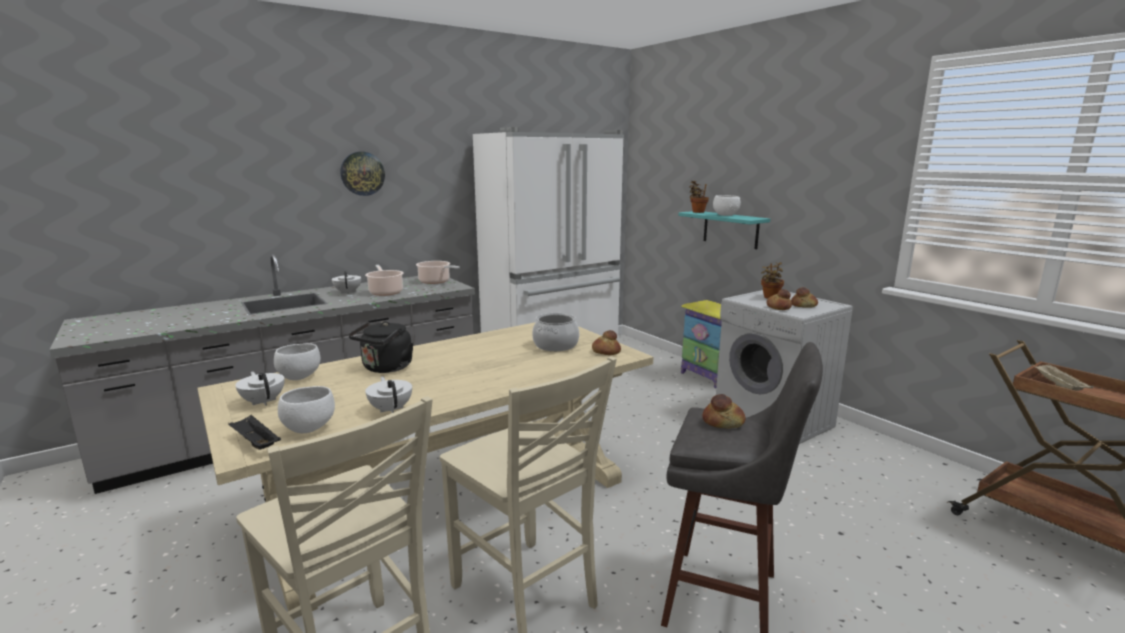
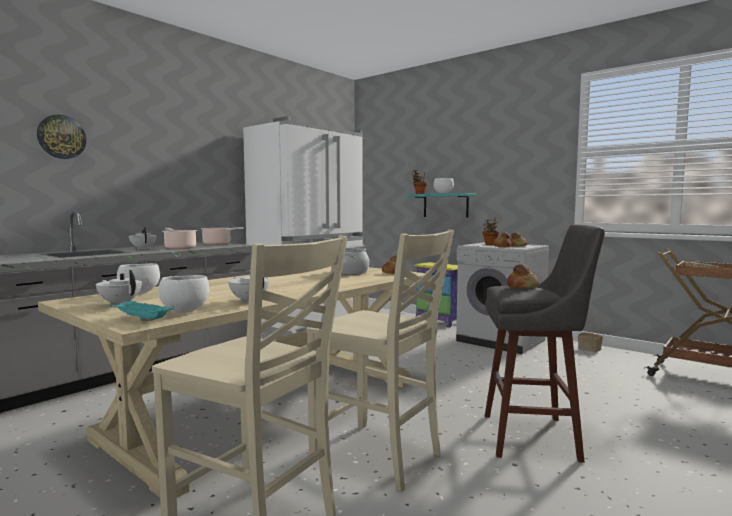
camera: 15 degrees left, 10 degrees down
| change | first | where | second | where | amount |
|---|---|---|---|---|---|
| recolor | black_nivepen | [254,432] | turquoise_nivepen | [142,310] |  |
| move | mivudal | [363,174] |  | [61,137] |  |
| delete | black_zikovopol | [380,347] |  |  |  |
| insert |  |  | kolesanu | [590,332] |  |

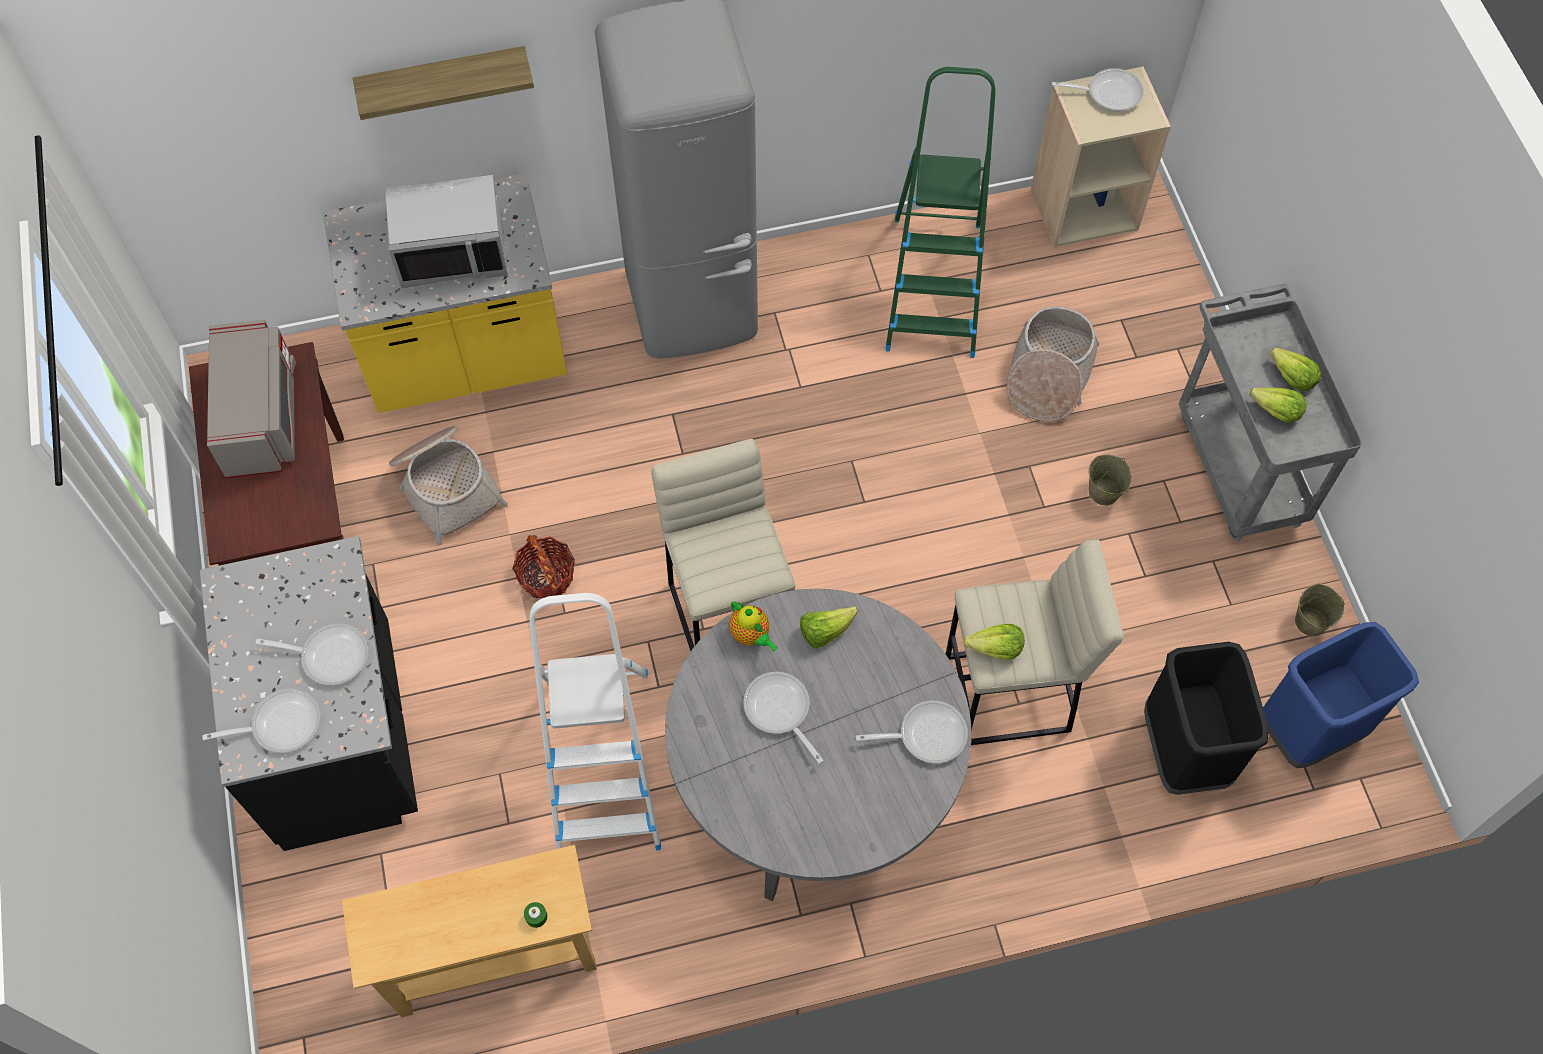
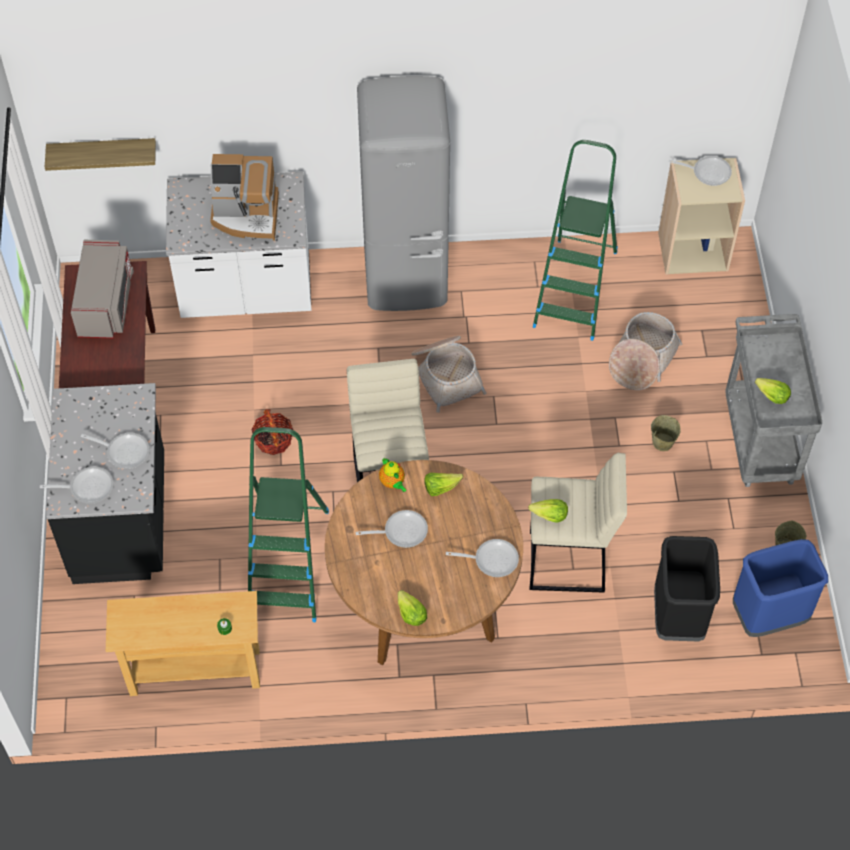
camera: 10 degrees right, 5 degrees down
| change | first | where | second | where | amount |
|---|---|---|---|---|---|
| recolor | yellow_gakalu | [445,293] | white_gakalu | [239,245] |  |
| move | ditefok | [443,83] |  | [100,154] |  |
| replace | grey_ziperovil | [446,232] | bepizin | [244,197] |  |
| move | kolesanu | [448,486] |  | [449,374] |  |
| recolor | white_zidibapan | [595,721] | green_zidibapan | [288,524] |  |
| recolor | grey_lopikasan | [818,745] | brown_lopikasan | [424,562] |  |
| rotate | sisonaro | [783,718] |  | [392,529] | 105 degrees clockwise |
| move | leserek | [1296,369] |  | [412,608] |  |

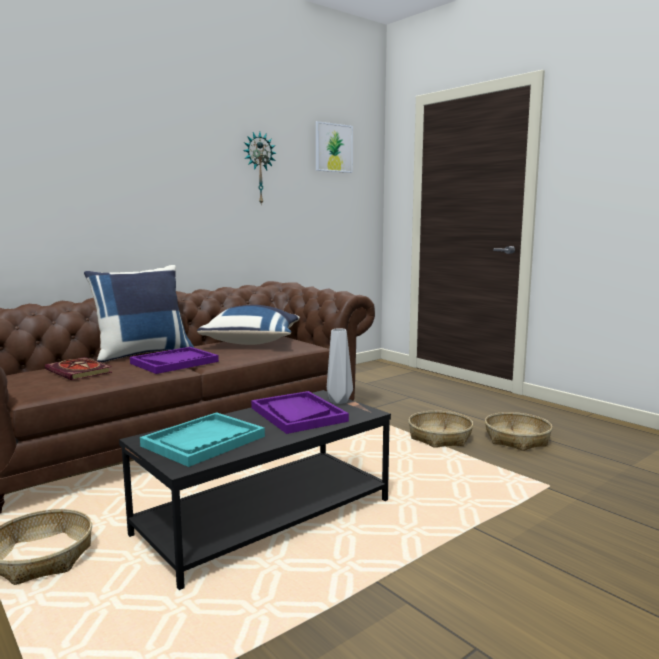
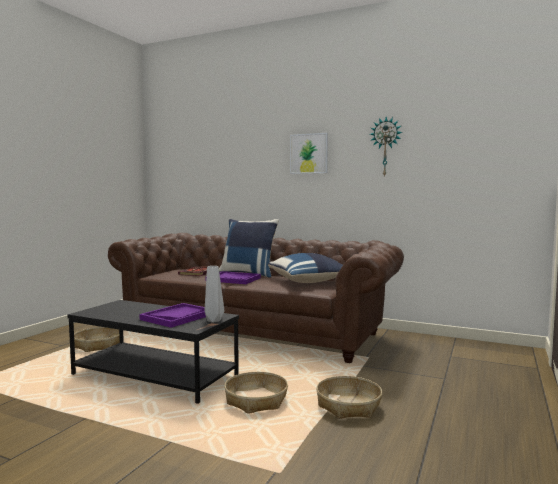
camera: 65 degrees right, 5 degrees down
| change | first | where | second | where | amount |
|---|---|---|---|---|---|
| delete | turquoise_nivepen | [202,439] |  |  |  |
| move | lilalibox | [334,147] |  | [309,153] |  |
| move | kolesanu | [518,431] |  | [256,393] |  |

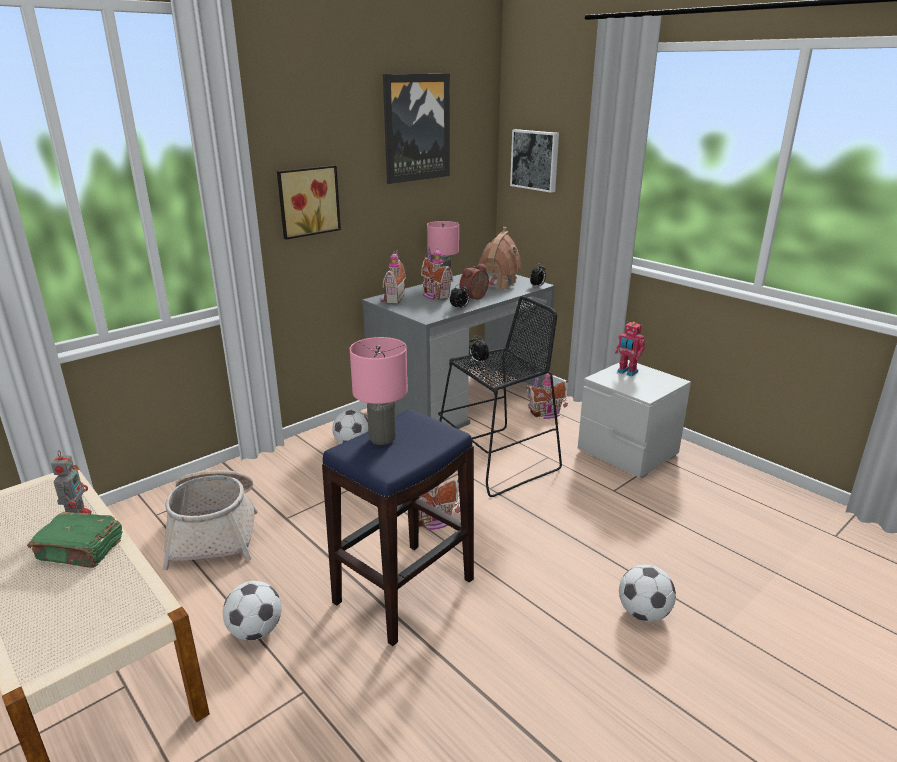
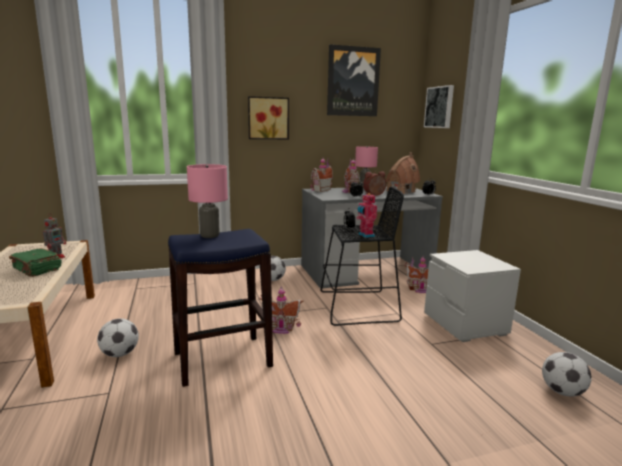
camera: 25 degrees right, 10 degrees down
| change | first | where | second | where | amount |
|---|---|---|---|---|---|
| delete | kolesanu | [210,520] |  |  |  |
| move | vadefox | [630,348] |  | [367,215] |  |
| move | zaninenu | [647,593] |  | [567,374] |  |

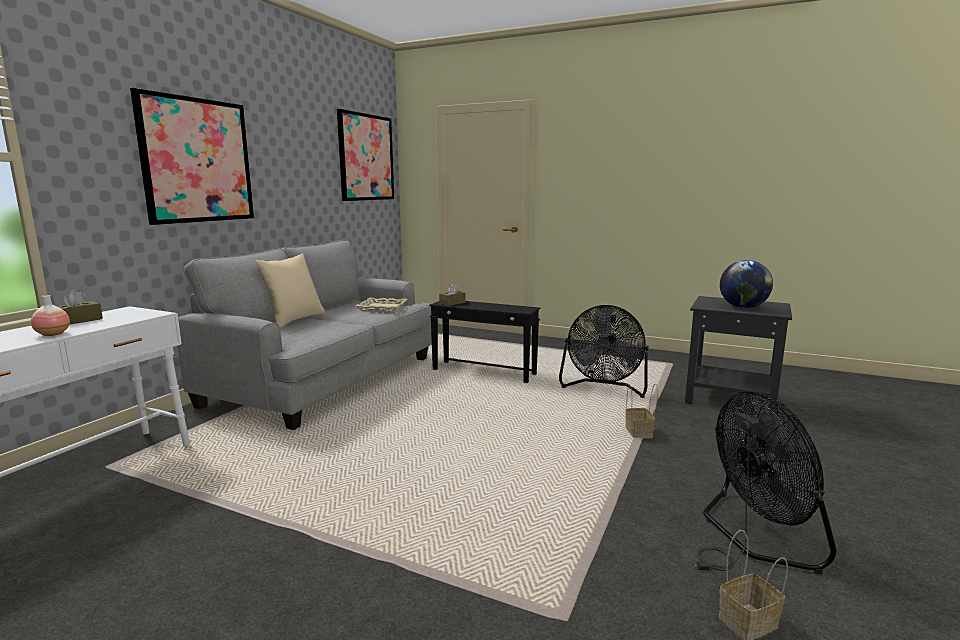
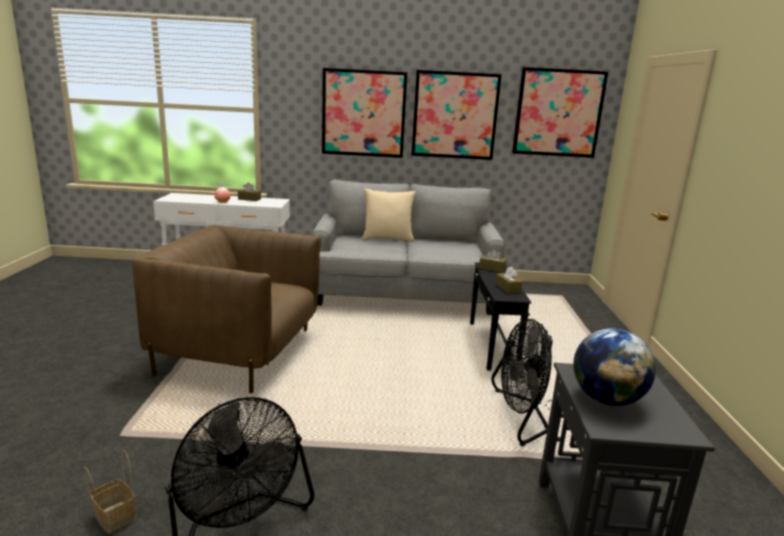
camera: 65 degrees right, 5 degrees up
| change | first | where | second | where | amount |
|---|---|---|---|---|---|
| delete | beige_nivepen | [382,305] |  |  |  |
| delete | kolesanu | [641,411] |  |  |  |
| insert |  |  | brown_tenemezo | [227,309] |  |
| insert |  |  | lilalibox | [456,115] |  |
| insert |  |  | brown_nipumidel | [508,280] |  |

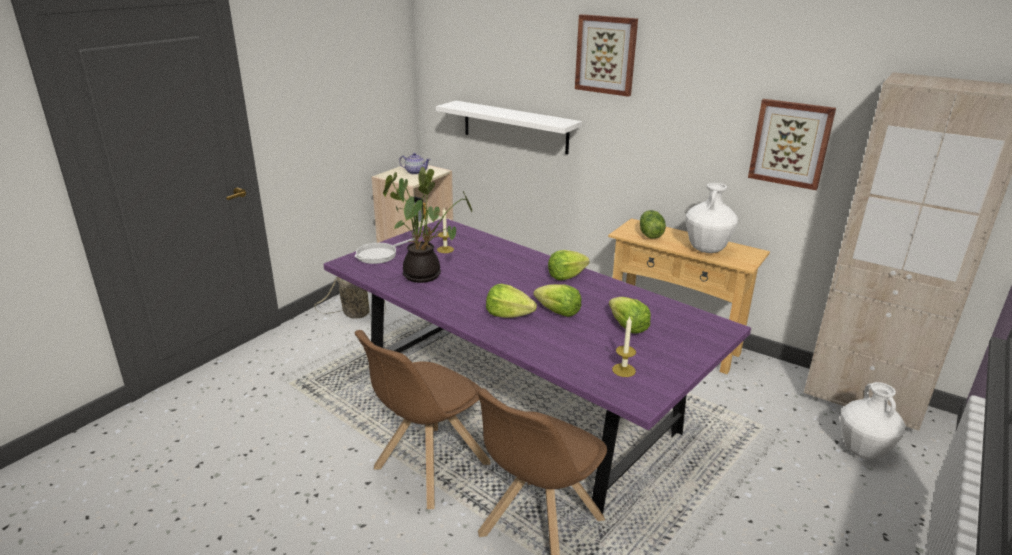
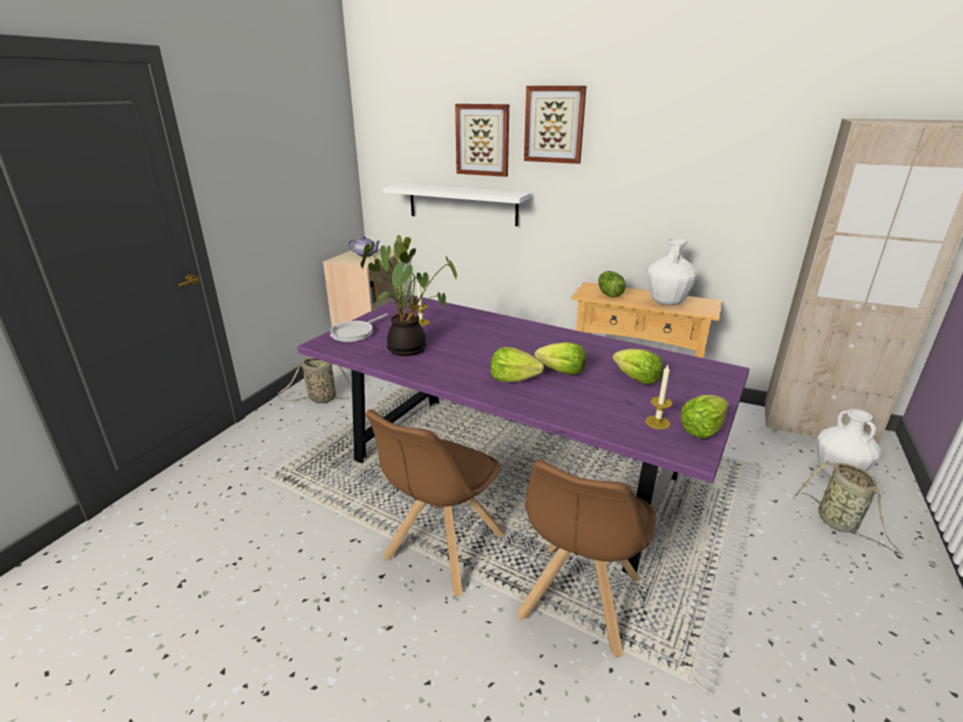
camera: 10 degrees left, 0 degrees up
| change | first | where | second | where | amount |
|---|---|---|---|---|---|
| move | leserek | [569,265] |  | [704,417] |  |
| move | lilalibox | [792,144] |  | [482,140] |  |
| insert |  |  | kolesanu | [848,508] |  |

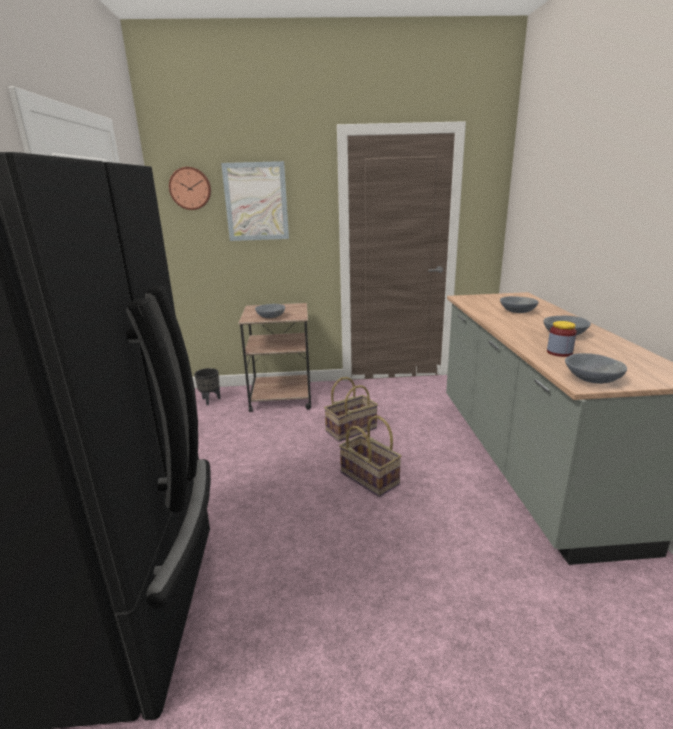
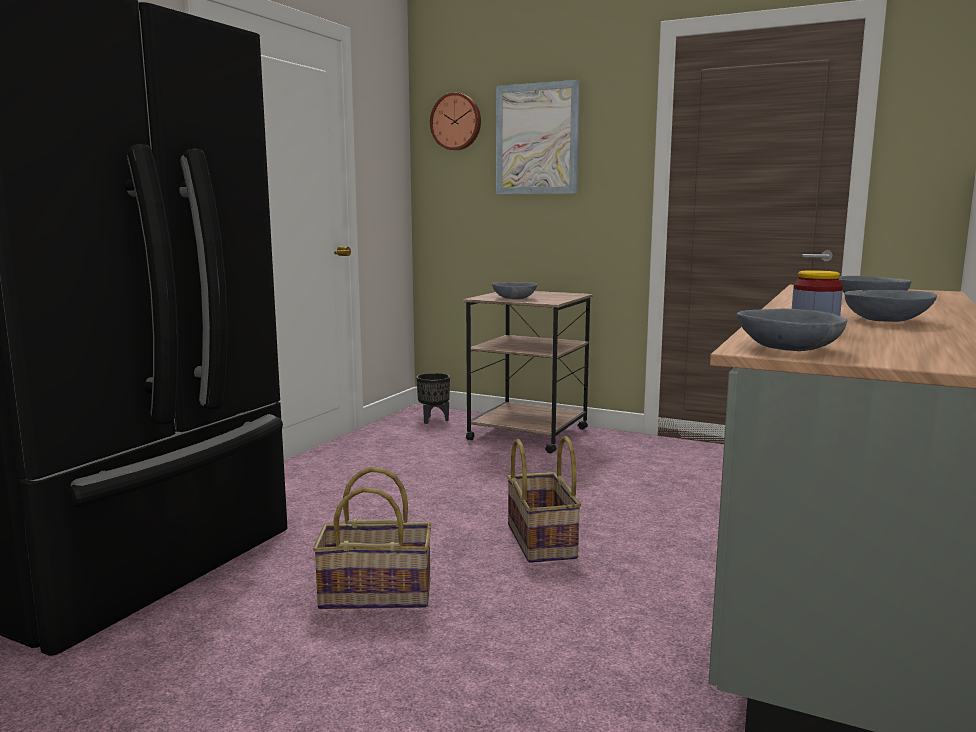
camera: 30 degrees right, 10 degrees down
| change | first | where | second | where | amount |
|---|---|---|---|---|---|
| move | kolesanu | [351,409] |  | [372,538] |  |

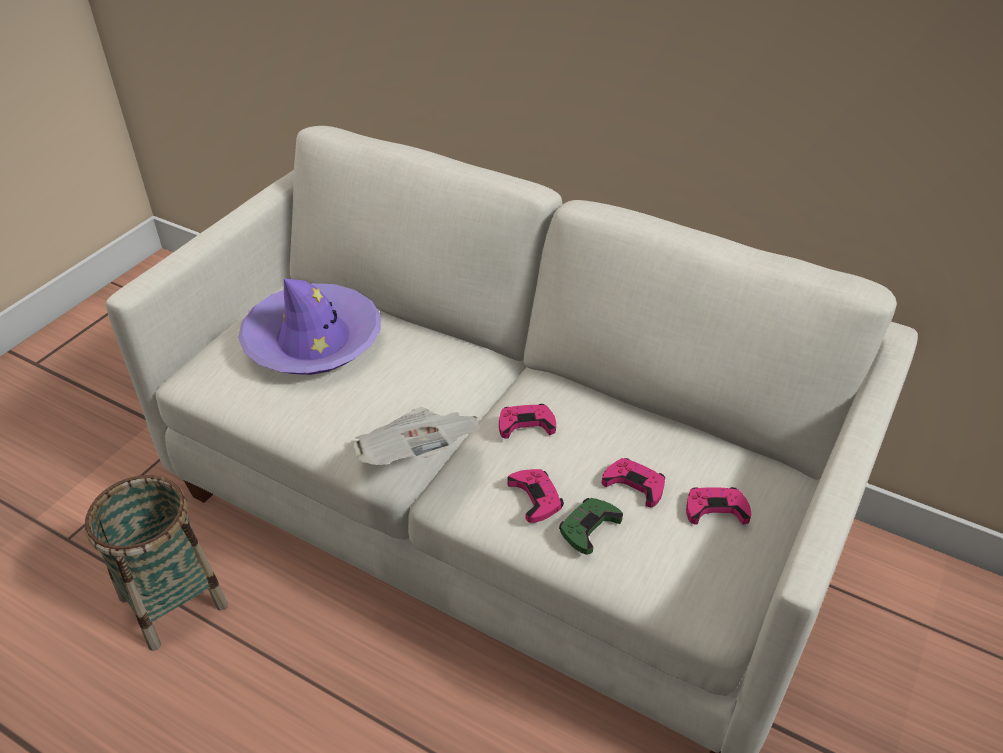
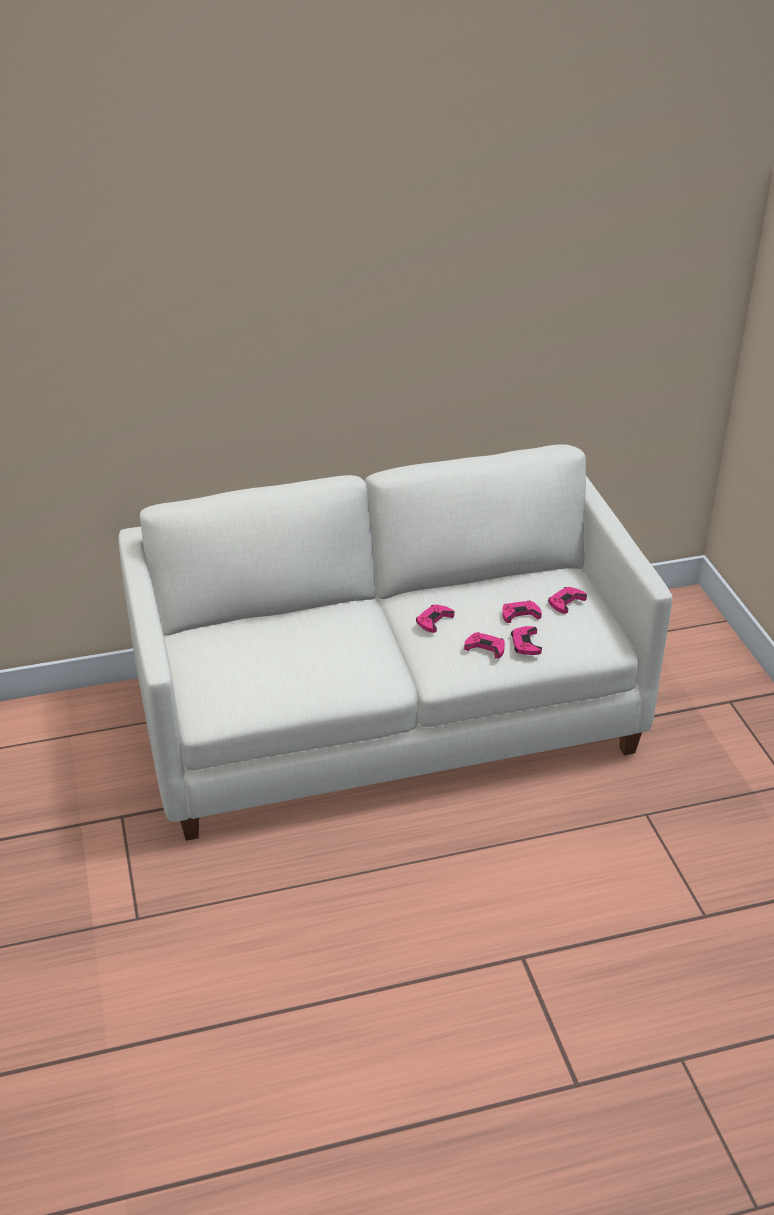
camera: 45 degrees left, 5 degrees down
| change | first | where | second | where | amount |
|---|---|---|---|---|---|
| delete | kolesanu | [156,563] |  |  |  |
| delete | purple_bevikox | [309,327] |  |  |  |
| delete | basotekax | [416,436] |  |  |  |
| recolor | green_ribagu | [591,526] | pink_ribagu | [526,640] |  |

